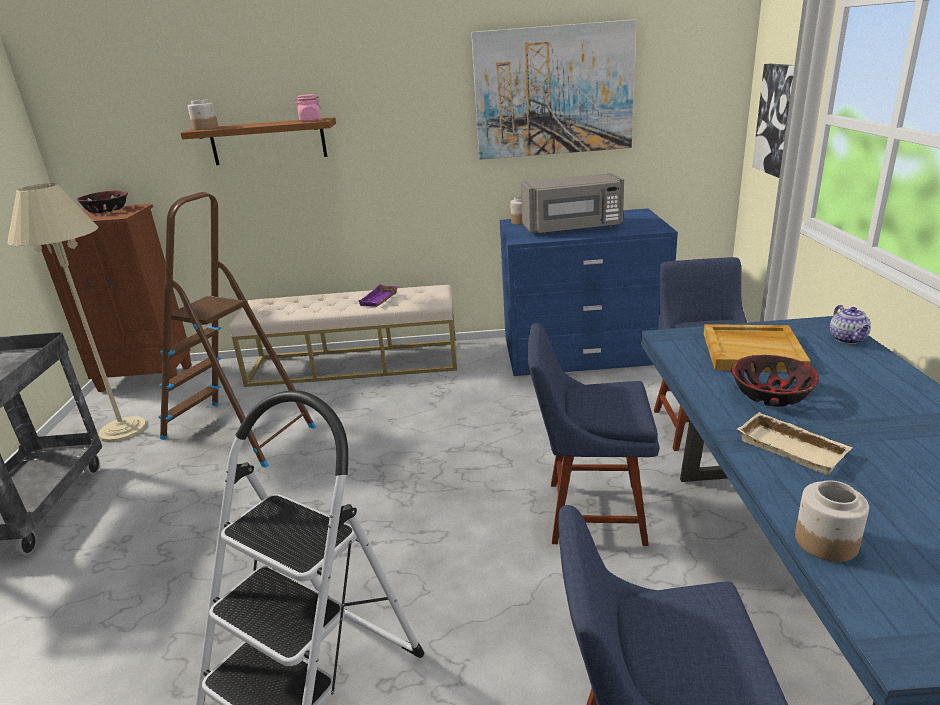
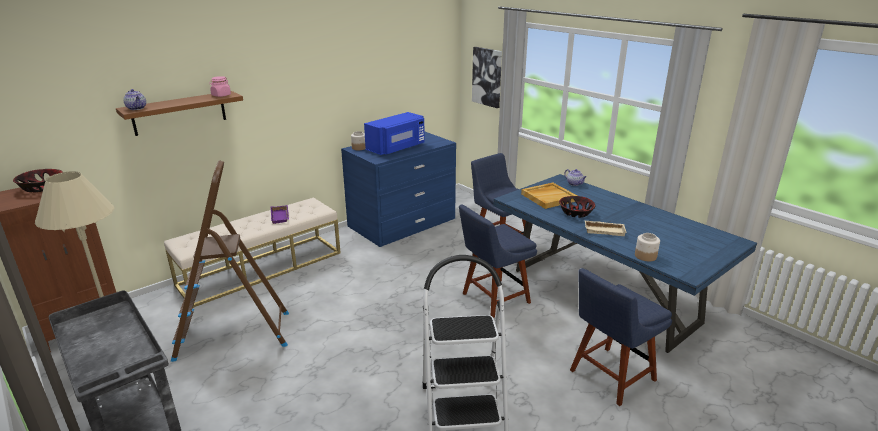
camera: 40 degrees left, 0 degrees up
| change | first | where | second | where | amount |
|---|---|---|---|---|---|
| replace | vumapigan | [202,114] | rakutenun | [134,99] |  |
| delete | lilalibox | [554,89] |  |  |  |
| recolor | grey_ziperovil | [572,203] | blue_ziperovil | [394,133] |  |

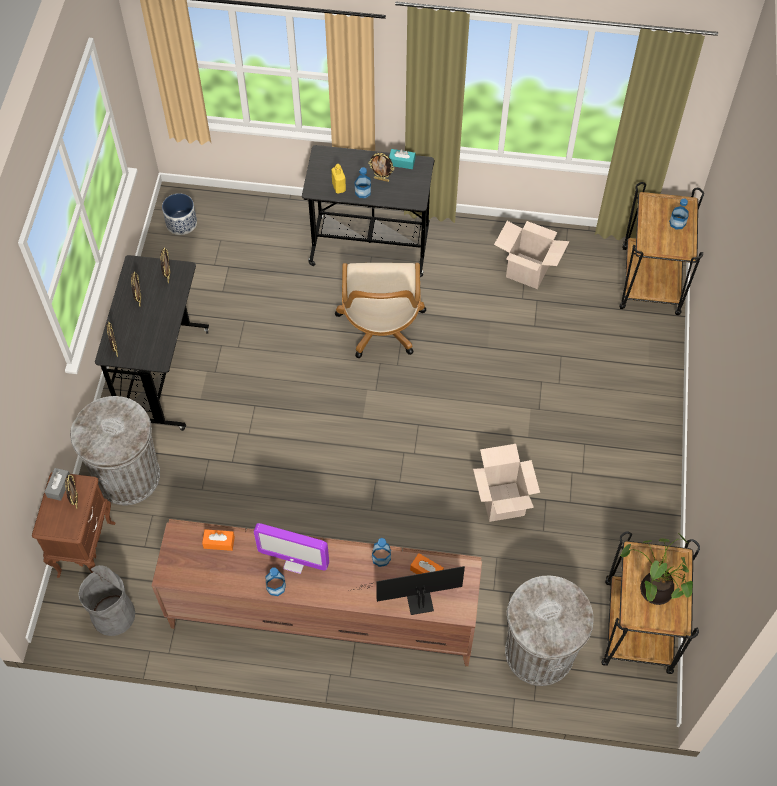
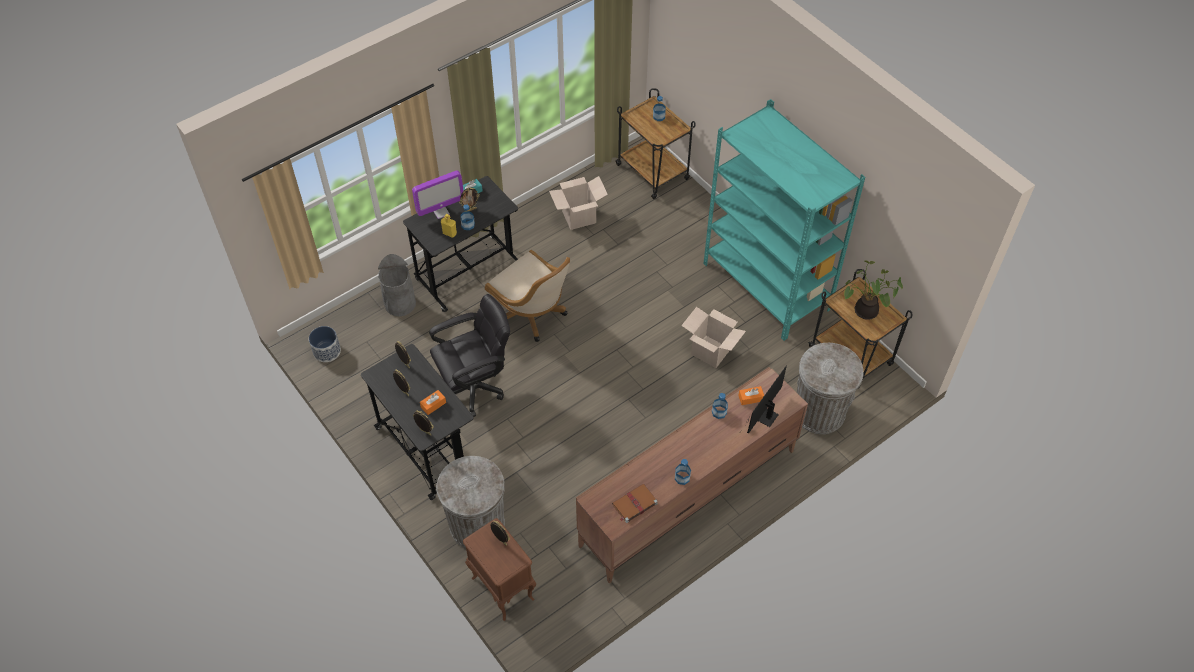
camera: 45 degrees left, 5 degrees down
| change | first | where | second | where | amount |
|---|---|---|---|---|---|
| delete | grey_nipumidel | [58,484] |  |  |  |
| move | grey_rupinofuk | [106,600] |  | [397,285] |  |
| move | orange_nipumidel | [218,540] |  | [433,402] |  |
| move | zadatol | [291,548] |  | [438,195] |  |
| insert |  |  | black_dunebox | [469,355] |  |
| insert |  |  | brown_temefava | [635,503] |  |
| insert |  |  | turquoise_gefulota | [784,220] |  |

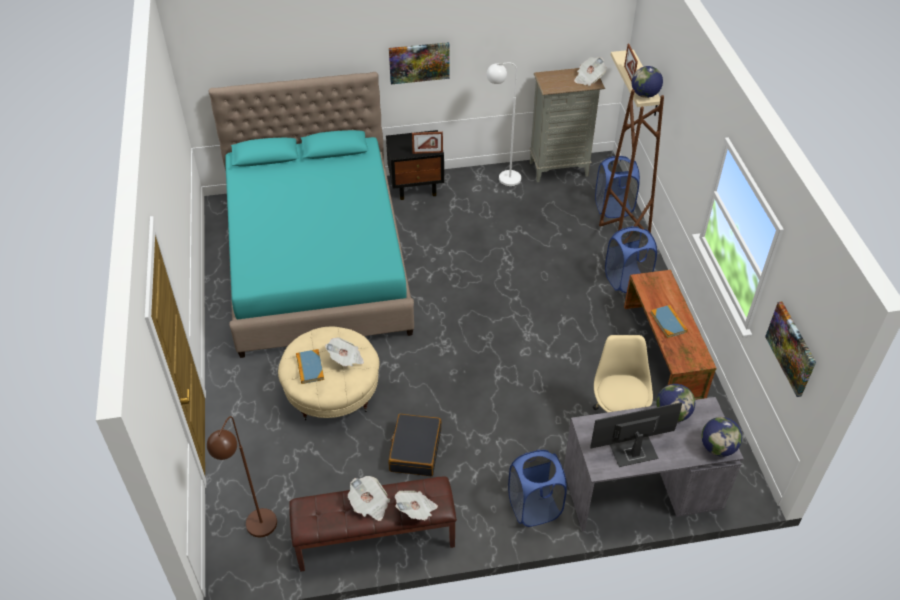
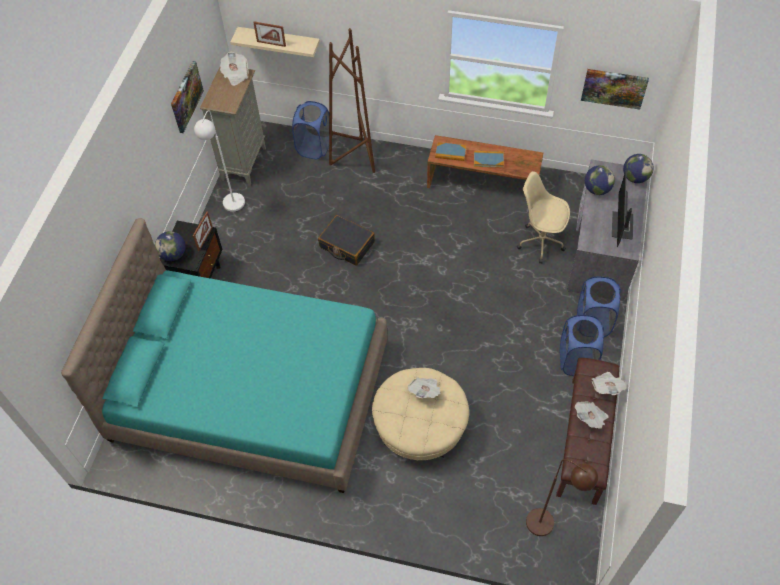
camera: 65 degrees left, 10 degrees up
| change | first | where | second | where | amount |
|---|---|---|---|---|---|
| move | temefava | [310,366] |  | [450,151] |  |
| move | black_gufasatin | [414,445] |  | [346,240] |  |
| move | lilalibox | [419,63] |  | [187,97] |  |
| move | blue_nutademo | [631,259] |  | [582,345] |  |
| move | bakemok | [647,82] |  | [170,246] |  |

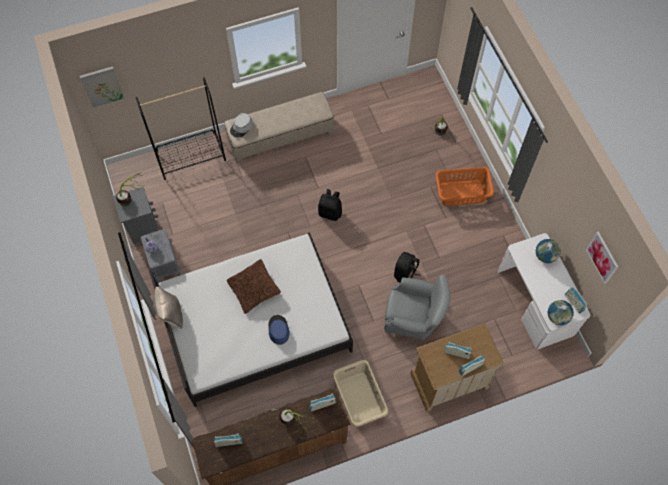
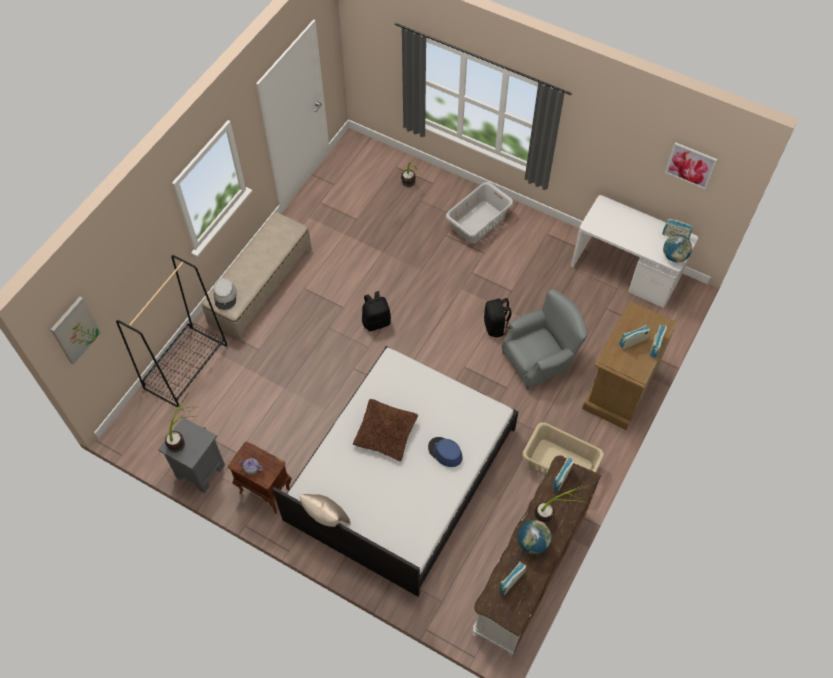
camera: 40 degrees left, 5 degrees down
| change | first | where | second | where | amount |
|---|---|---|---|---|---|
| recolor | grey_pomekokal | [161,256] | brown_pomekokal | [260,477] |  |
| recolor | orange_nutademo | [464,186] | grey_nutademo | [479,213] |  |
| move | bakemok | [548,251] |  | [534,537] |  |

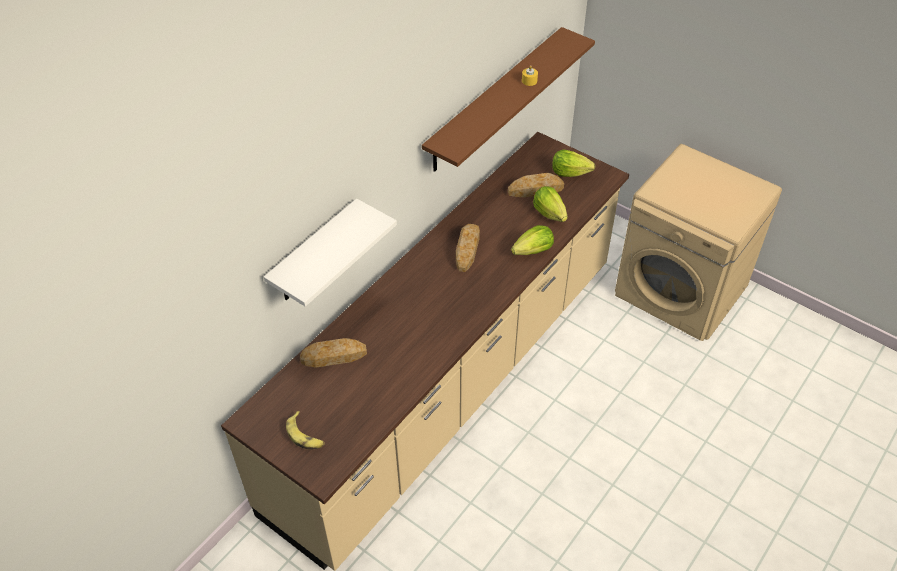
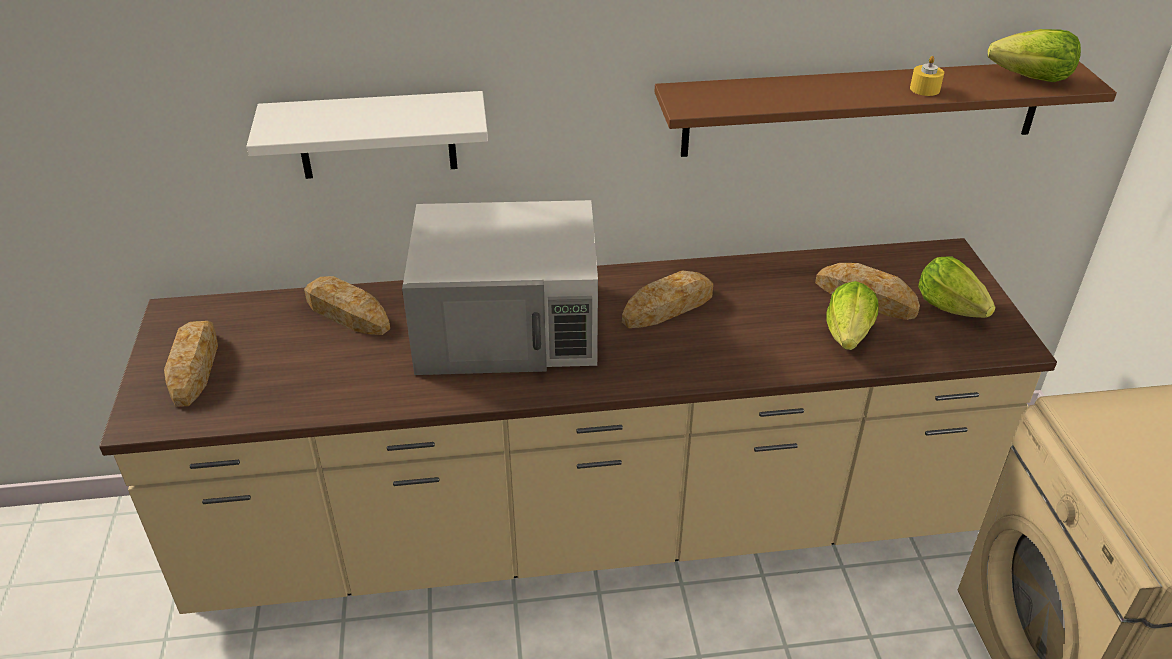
camera: 45 degrees right, 10 degrees down
| change | first | where | second | where | amount |
|---|---|---|---|---|---|
| replace | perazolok | [305,430] | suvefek | [191,364] |  |
| move | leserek | [532,240] |  | [1034,55] |  |
| insert |  |  | white_ziperovil | [500,287] |  |

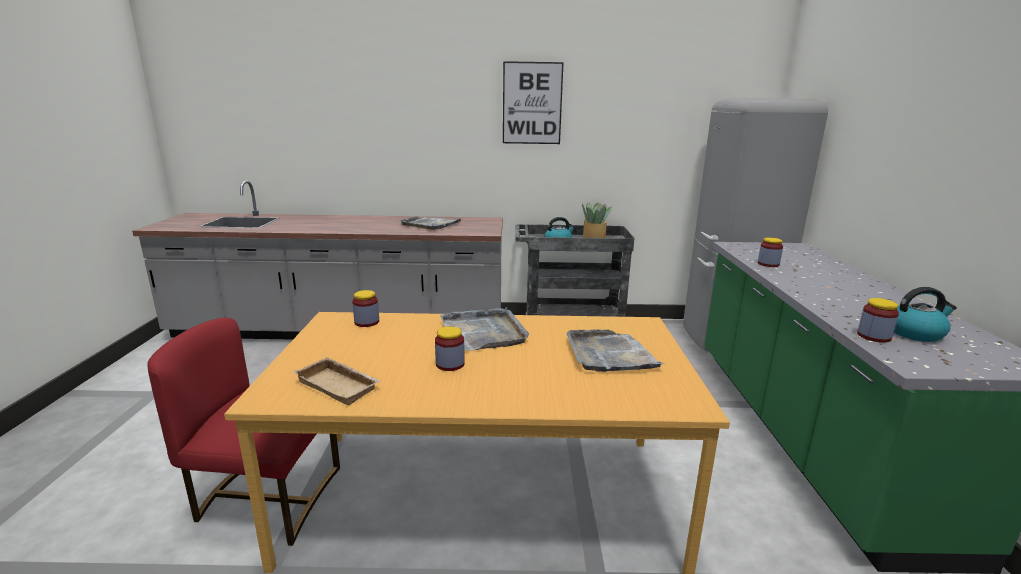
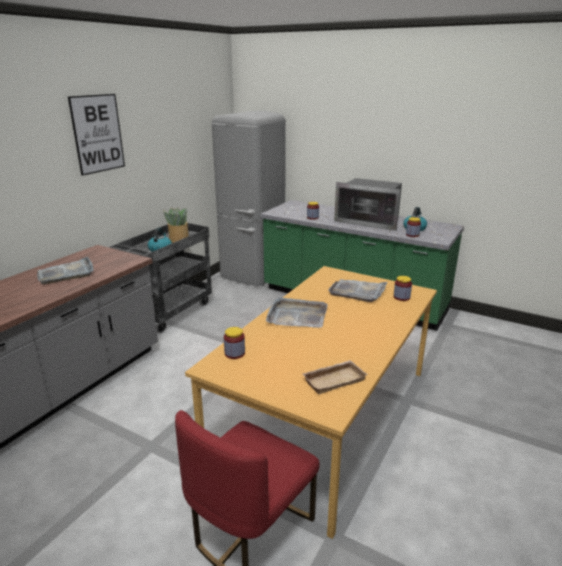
camera: 60 degrees left, 5 degrees up
| change | first | where | second | where | amount |
|---|---|---|---|---|---|
| move | vumapigan | [450,348] |  | [403,288] |  |
| insert |  |  | ziperovil | [368,204] |  |

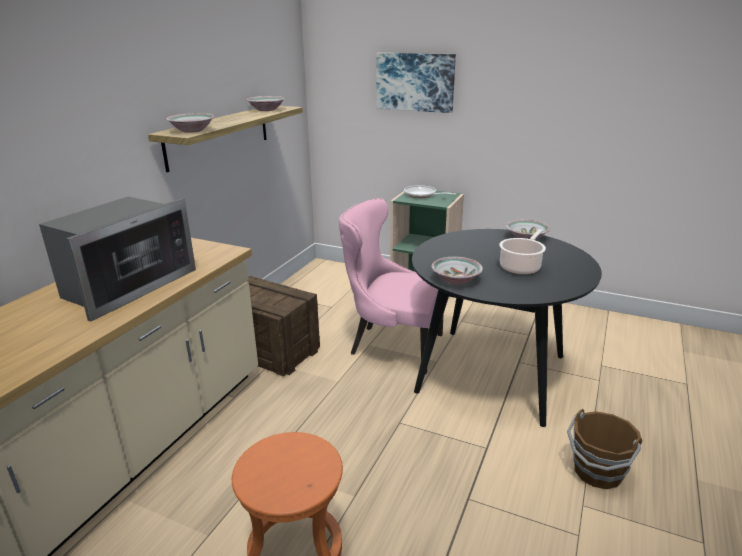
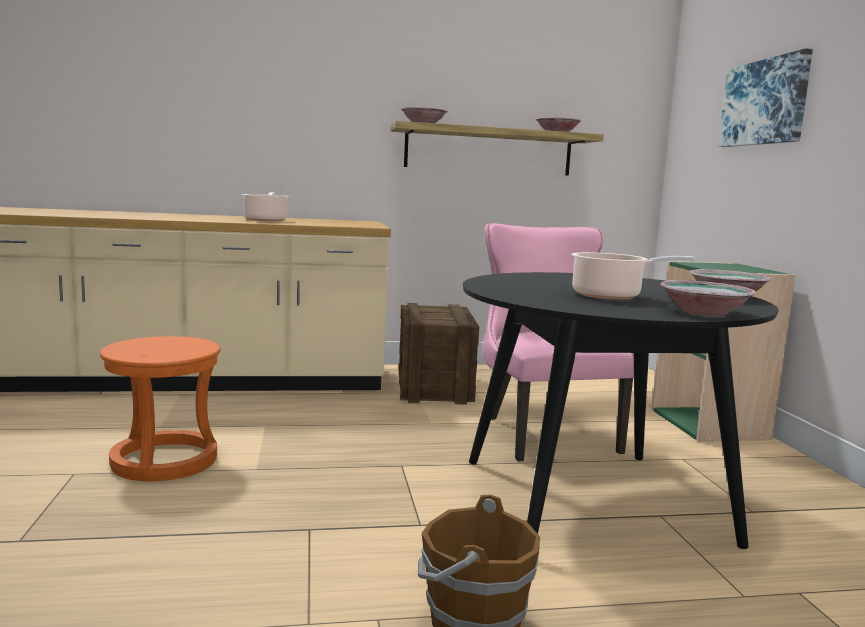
camera: 55 degrees right, 15 degrees down
| change | first | where | second | where | amount |
|---|---|---|---|---|---|
| replace | ziperovil | [117,259] | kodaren | [265,207] |  |
| delete | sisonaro | [430,191] |  |  |  |
| move | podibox | [457,270] |  | [708,298] |  |

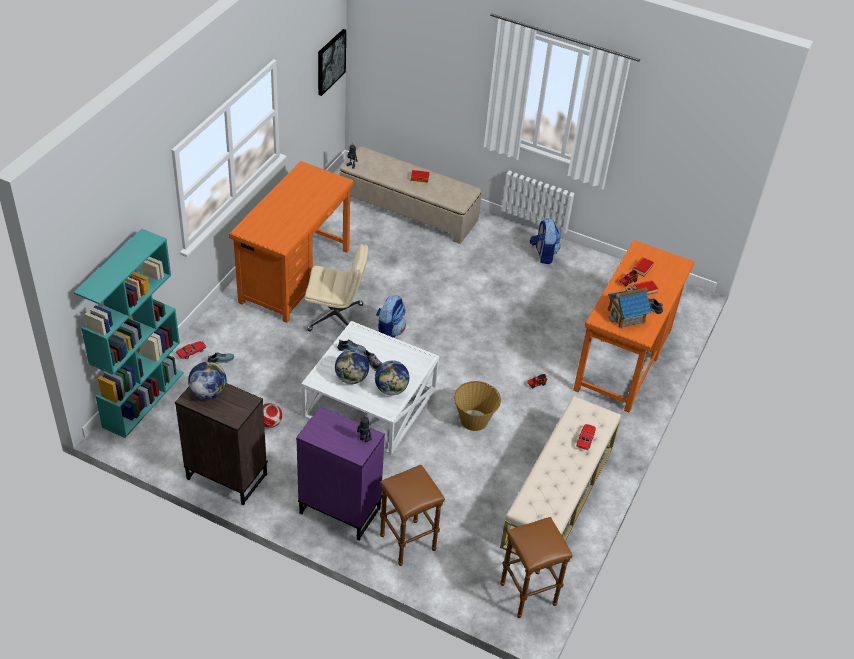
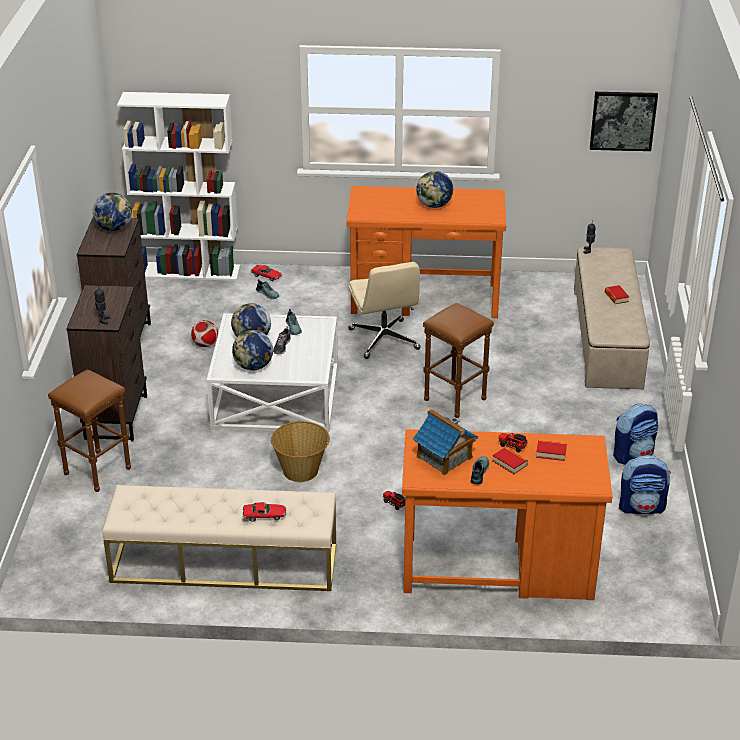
camera: 70 degrees right, 10 degrees down
| change | first | where | second | where | amount |
|---|---|---|---|---|---|
| recolor | turquoise_gefulota | [129,333] | white_gefulota | [178,186] |  |
| recolor | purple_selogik | [340,473] | brown_selogik | [106,363] |  |
| move | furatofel | [391,316] |  | [645,484] |  |
| move | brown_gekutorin | [536,567] |  | [458,360] |  |
| insert |  |  | bakemok | [434,189] |  |

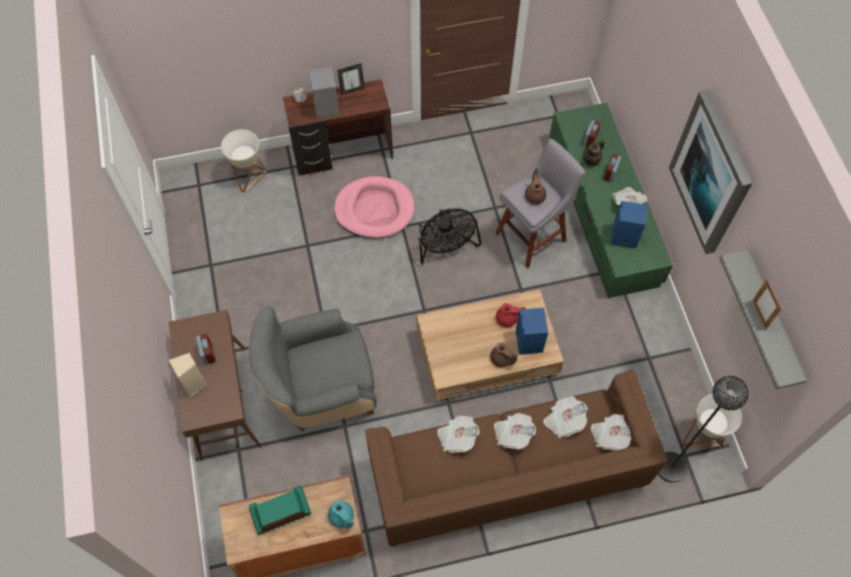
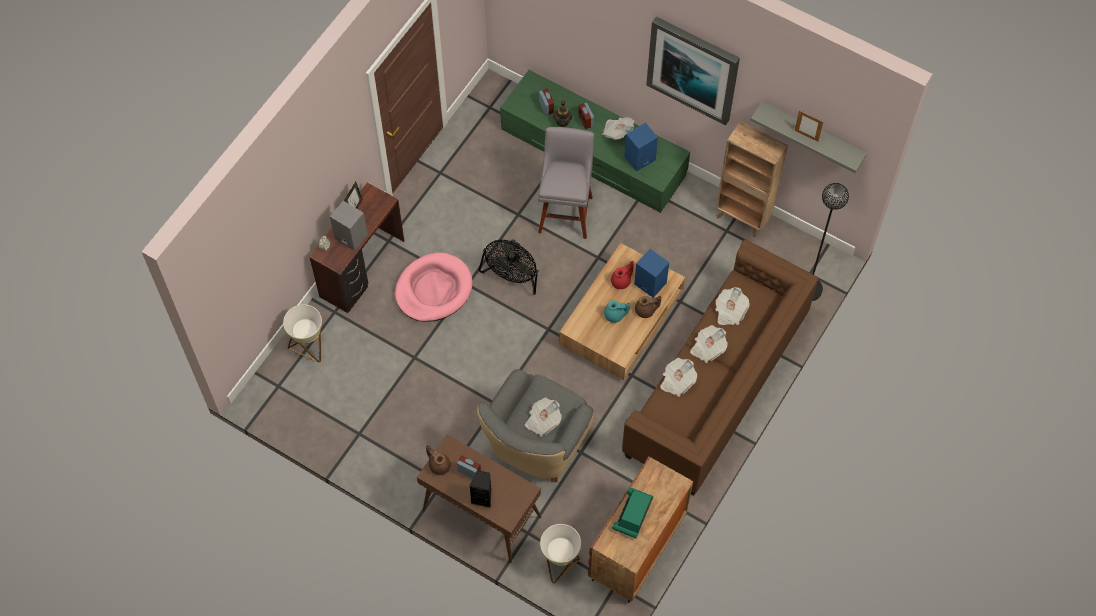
camera: 45 degrees left, 0 degrees up
| change | first | where | second | where | amount |
|---|---|---|---|---|---|
| recolor | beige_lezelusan | [187,375] | black_lezelusan | [480,489] |  |
| move | turquoise_rakutenun | [341,514] |  | [617,311] |  |
| rotate | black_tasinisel | [449,236] |  | [509,267] | 90 degrees clockwise |
| move | brown_rakutenun | [535,186] |  | [438,460] |  |
| move | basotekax | [611,432] |  | [543,417] |  |
| move | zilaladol | [712,420] |  | [560,553] |  |
| insert |  |  | brown_gefulota | [752,179] |  |

